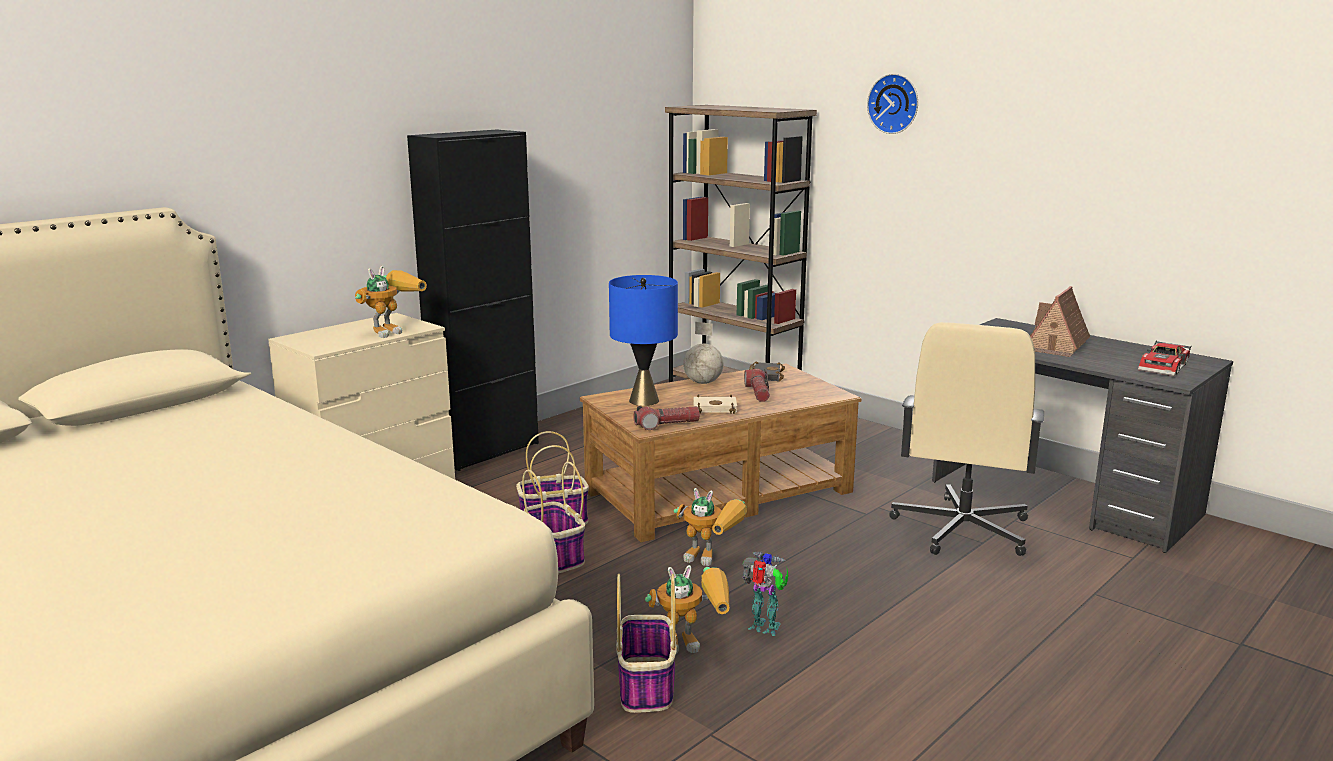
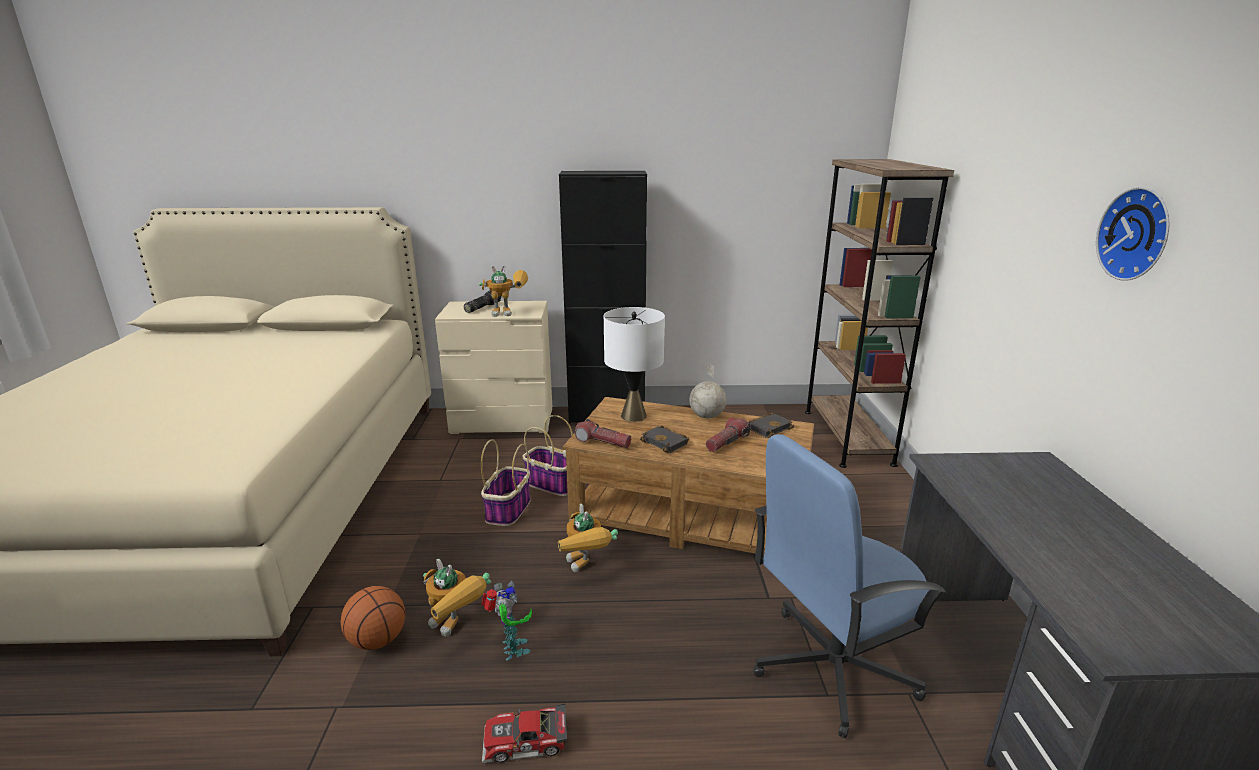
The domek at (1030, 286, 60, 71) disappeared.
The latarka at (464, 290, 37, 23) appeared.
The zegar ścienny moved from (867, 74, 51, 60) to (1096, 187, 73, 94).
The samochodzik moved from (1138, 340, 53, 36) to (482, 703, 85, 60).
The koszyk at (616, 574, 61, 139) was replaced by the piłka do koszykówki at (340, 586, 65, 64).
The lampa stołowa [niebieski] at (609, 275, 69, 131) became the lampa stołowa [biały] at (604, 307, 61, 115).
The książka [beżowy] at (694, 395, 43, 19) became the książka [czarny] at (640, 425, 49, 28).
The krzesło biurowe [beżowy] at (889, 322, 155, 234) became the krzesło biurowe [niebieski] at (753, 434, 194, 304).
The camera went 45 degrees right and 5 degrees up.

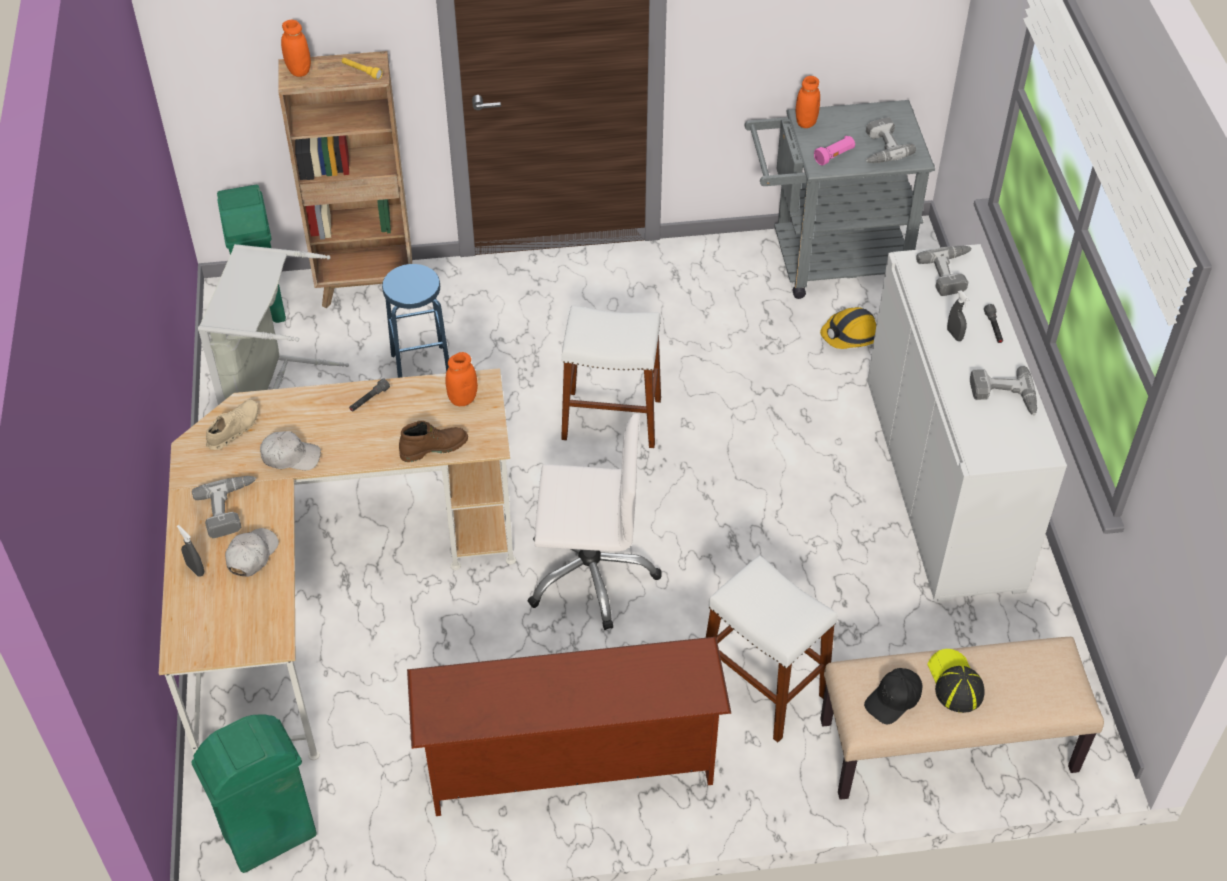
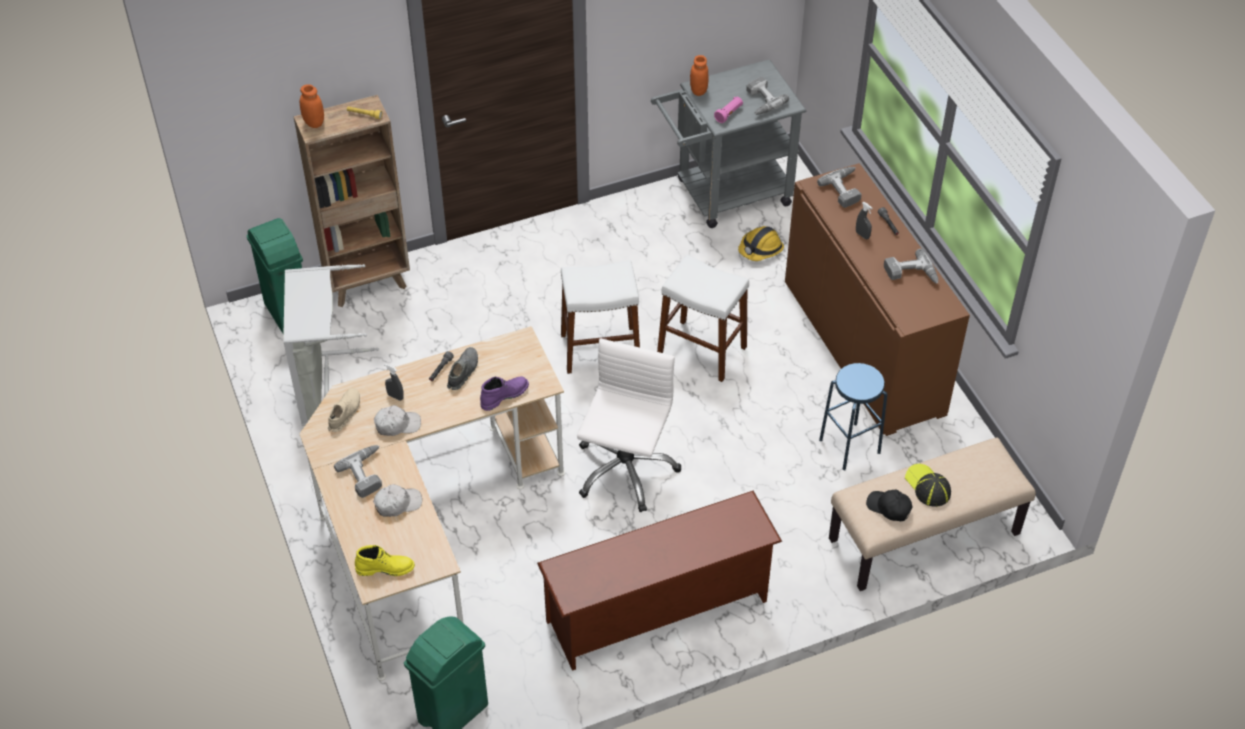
The słoik [pomarańczowy] at (445, 352, 33, 54) disappeared.
The but z cholewką [żółty] at (355, 545, 60, 31) appeared.
The but [szary] at (447, 347, 31, 43) appeared.
The spryskiwacz [szary] moved from (177, 525, 27, 52) to (384, 364, 20, 37).
The stołek [niebieski] moved from (382, 264, 67, 114) to (819, 363, 68, 107).
The stołek [biały] moved from (706, 555, 132, 188) to (657, 254, 92, 128).
The but z cholewką [brązowy] at (399, 421, 69, 41) became the but z cholewką [fioletowy] at (480, 377, 49, 34).
The szafka [biały] at (867, 244, 200, 358) became the szafka [brązowy] at (785, 163, 185, 273).
The czapka z daszkiem [biały] at (225, 528, 54, 49) turned 60 degrees clockwise.
The krzesło biurowe [biały] at (528, 413, 134, 217) turned 60 degrees counterclockwise.
The czapka z daszkiem [czarny] at (864, 668, 58, 56) turned 90 degrees clockwise.
The camera went 15 degrees left and 0 degrees up.

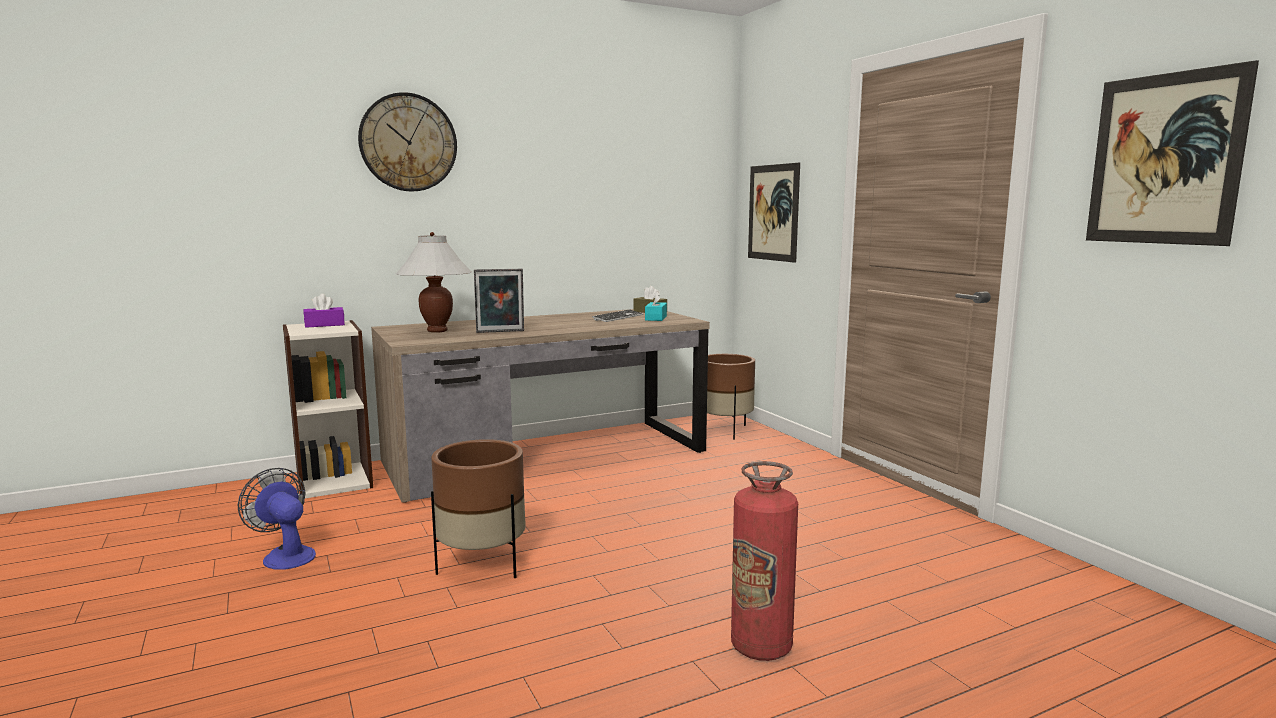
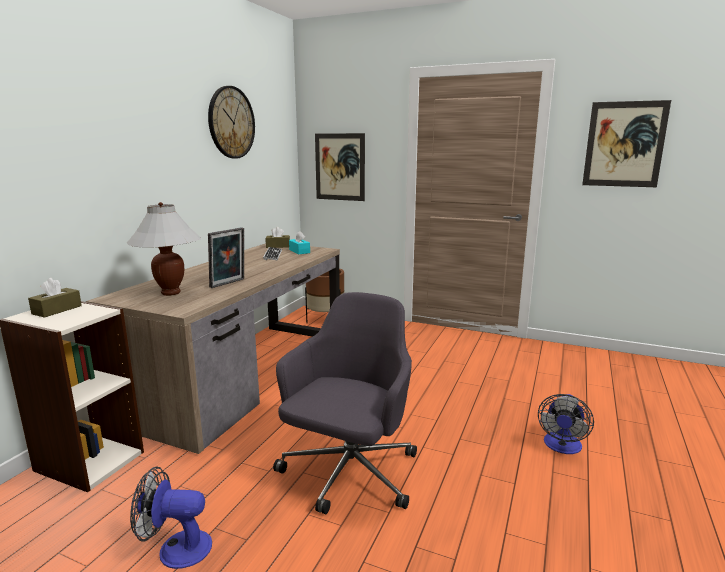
The zegar ścienny moved from (358, 92, 99, 100) to (208, 86, 47, 72).
The donica [brązowy] at (431, 439, 95, 139) was replaced by the krzesło biurowe [szary] at (273, 292, 144, 222).
The gaśnica at (731, 461, 67, 200) was replaced by the wentylator at (538, 394, 56, 60).
The pudełko chusteczek [fioletowy] at (304, 294, 41, 34) became the pudełko chusteczek [brązowy] at (28, 278, 54, 40).
The camera went 40 degrees left and 5 degrees up.

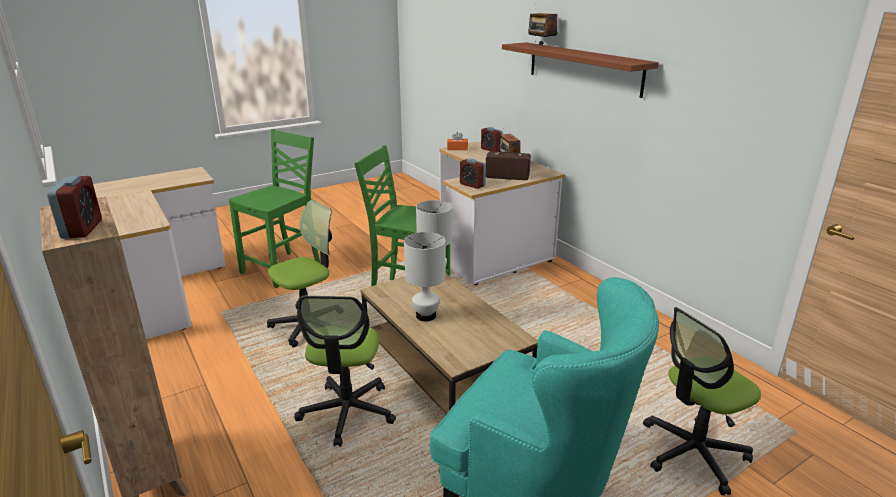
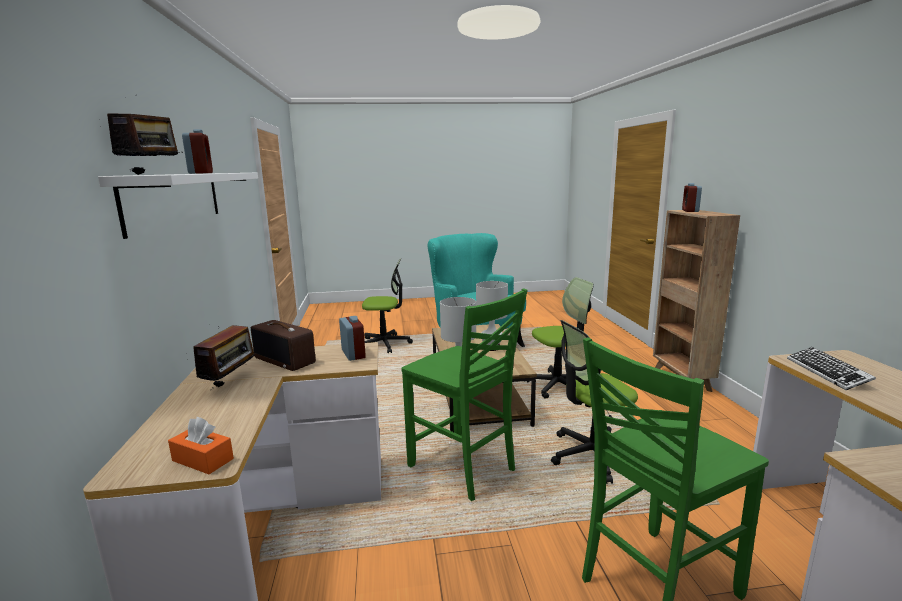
The klawiatura at (787, 347, 89, 43) appeared.
The budzik moved from (481, 127, 22, 25) to (182, 129, 31, 45).
The półka [brązowy] at (502, 42, 157, 56) became the półka [biały] at (98, 173, 160, 66).
The krzesło biurowe at (294, 296, 102, 151) turned 45 degrees clockwise.
The camera went 155 degrees left and 10 degrees down.

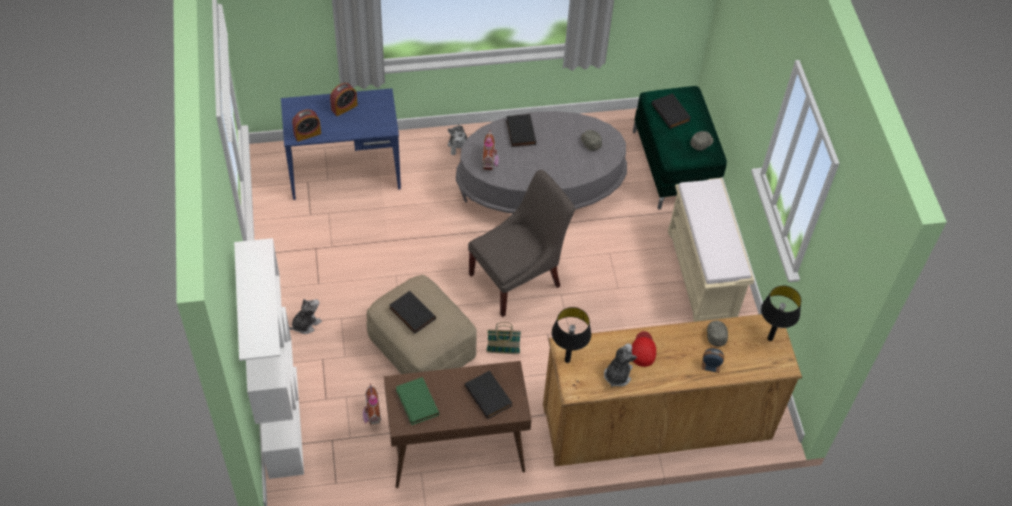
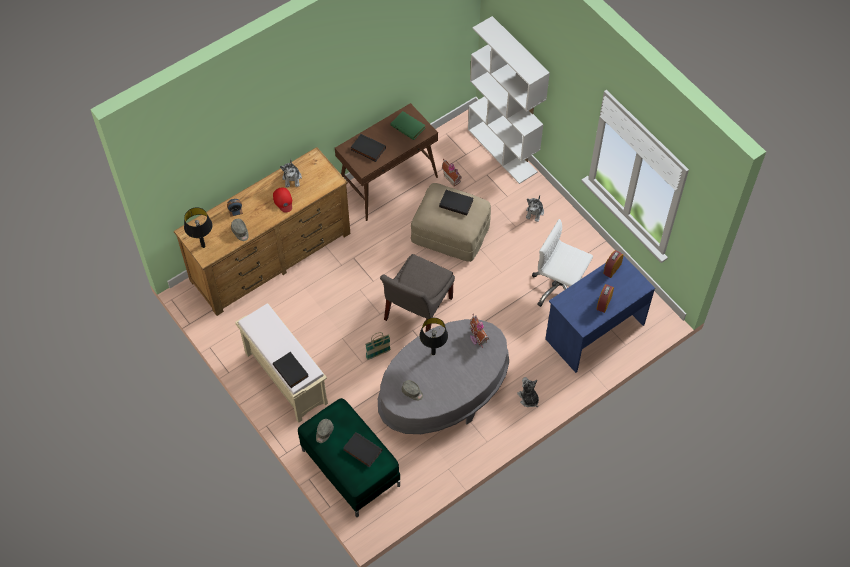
The krzesło biurowe [biały] at (532, 219, 61, 88) appeared.
The koszyk moved from (486, 322, 35, 32) to (365, 332, 26, 28).
The książka [czarny] moved from (506, 114, 30, 33) to (273, 352, 36, 36).
The lampa stołowa [czarny] moved from (552, 307, 39, 56) to (419, 318, 29, 37).
The camera went 155 degrees right and 5 degrees up.

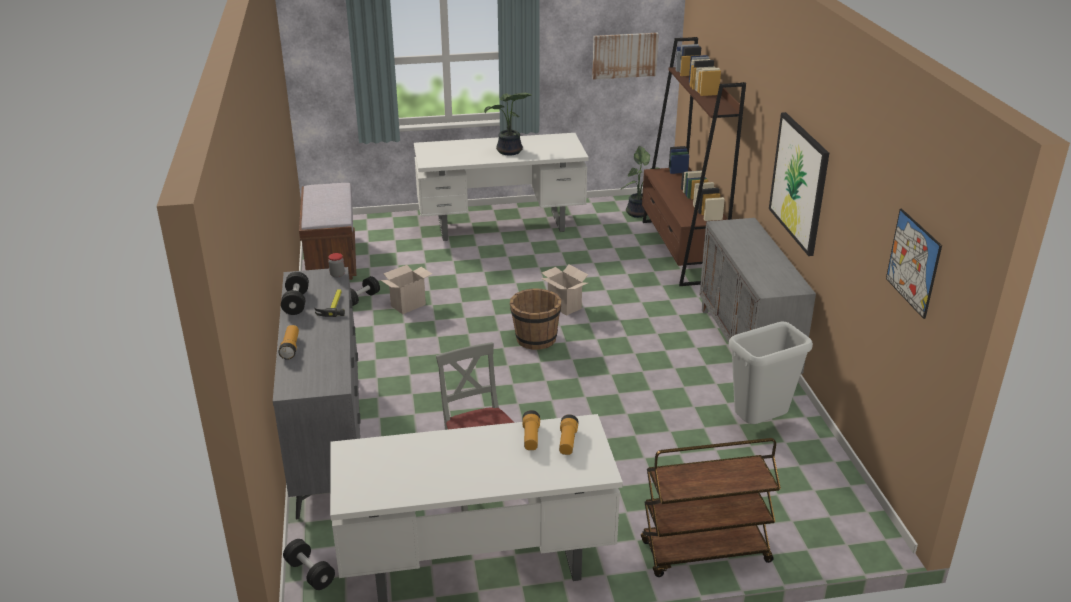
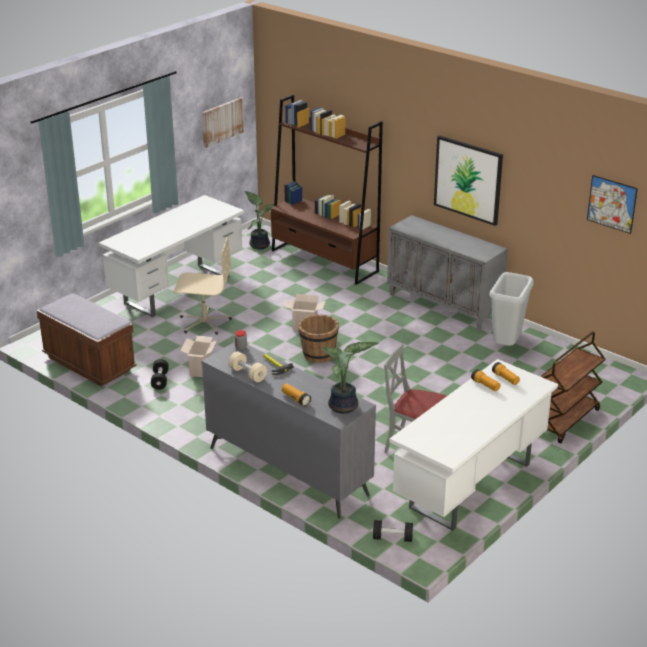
The krzesło biurowe [beżowy] at (174, 235, 58, 100) appeared.
The roślina doniczkowa moved from (484, 92, 48, 64) to (321, 342, 58, 72).
The hantel [czarny] at (281, 272, 28, 43) became the hantel [beżowy] at (228, 351, 39, 31).
The camera went 40 degrees left and 0 degrees up.

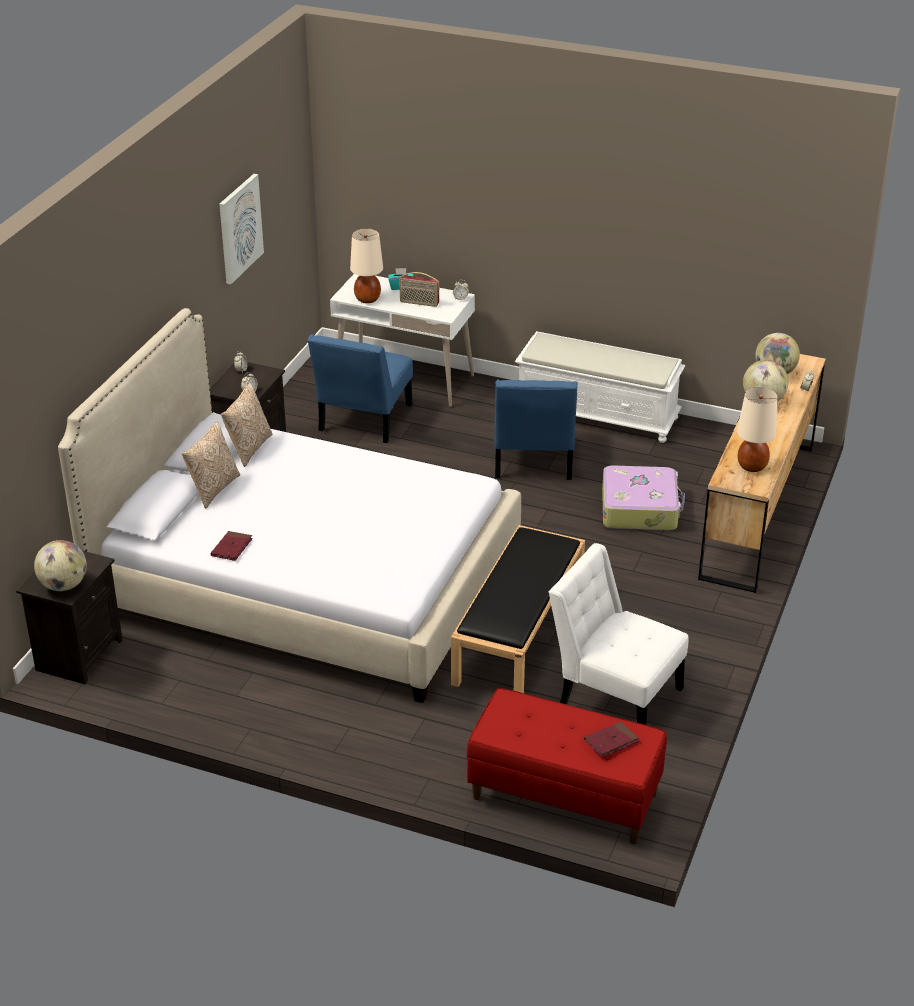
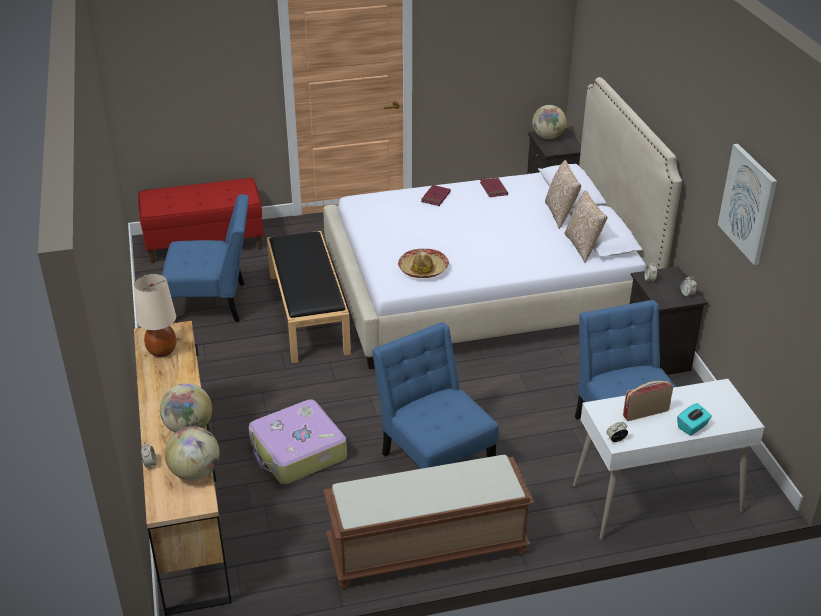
The lampa stołowa [beżowy] at (350, 229, 33, 74) disappeared.
The kapelusz at (398, 249, 51, 29) appeared.
The książka [czerwony] moved from (584, 722, 55, 35) to (421, 185, 30, 21).
The ławka [biały] at (515, 331, 170, 112) became the ławka [brązowy] at (324, 455, 210, 134).
The krzesło [biały] at (549, 543, 139, 182) became the krzesło [niebieski] at (162, 194, 87, 128).
The camera went 145 degrees right and 0 degrees up.

